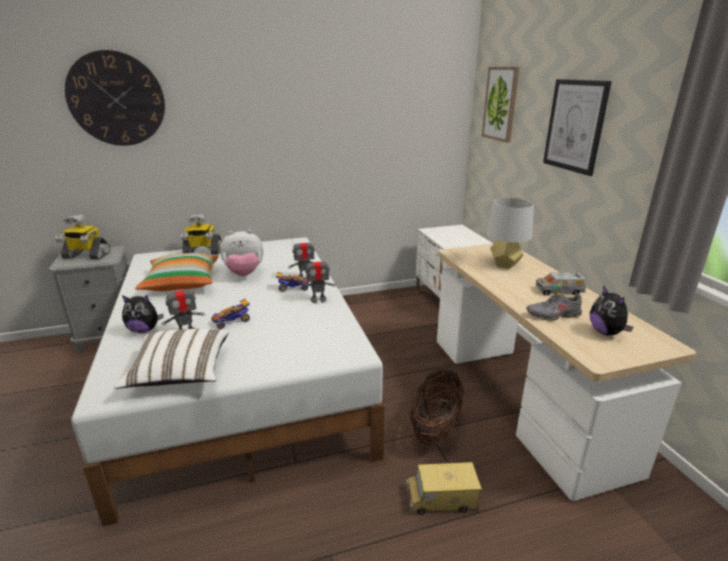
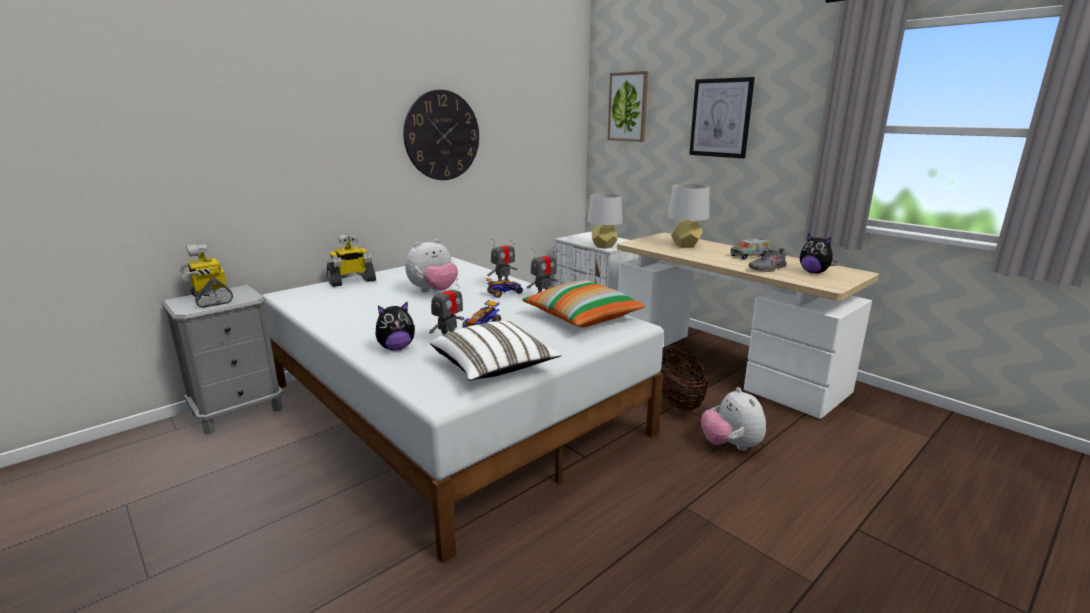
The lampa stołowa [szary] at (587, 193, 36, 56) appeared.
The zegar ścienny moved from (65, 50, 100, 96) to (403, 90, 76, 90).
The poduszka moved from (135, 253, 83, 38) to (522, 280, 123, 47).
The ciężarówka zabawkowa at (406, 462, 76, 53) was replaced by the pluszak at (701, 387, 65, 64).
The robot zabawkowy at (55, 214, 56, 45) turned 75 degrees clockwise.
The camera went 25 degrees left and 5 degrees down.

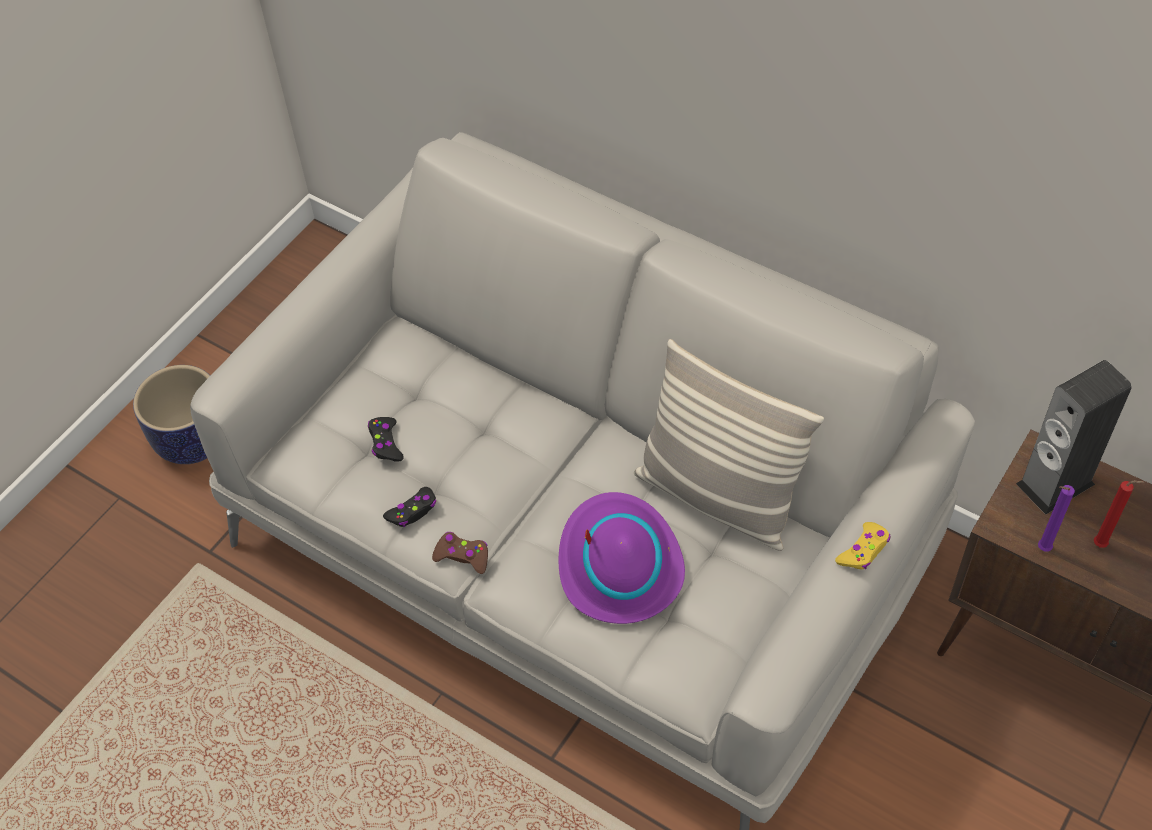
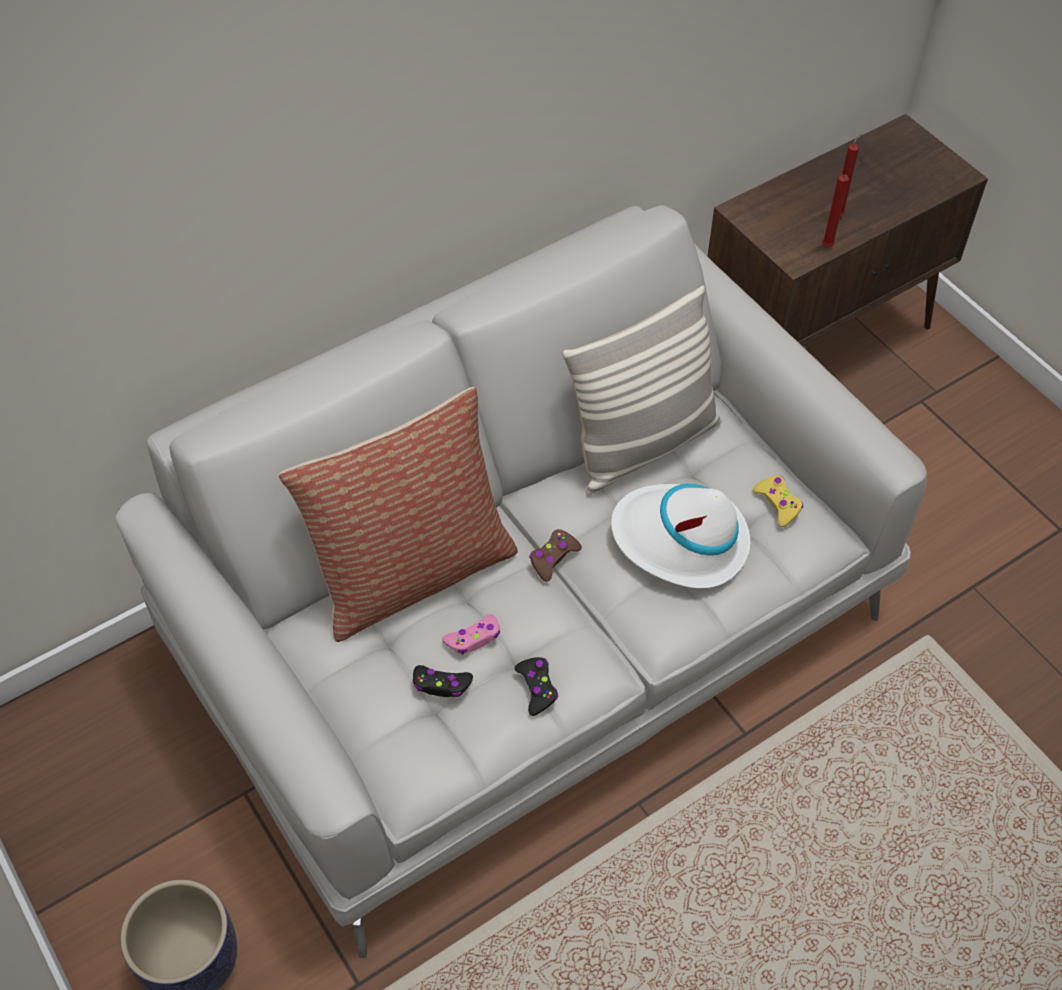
The głośnik at (1016, 360, 116, 155) disappeared.
The poduszka at (278, 387, 240, 255) appeared.
The pad do gier [różowy] at (442, 614, 58, 41) appeared.
The pad do gier [brązowy] moved from (432, 532, 56, 42) to (529, 529, 53, 53).
The pad do gier [żółty] moved from (835, 522, 56, 47) to (753, 476, 50, 51).
The kapelusz [fioletowy] at (559, 492, 126, 132) became the kapelusz [biały] at (611, 484, 139, 105).
The świeca [fioletowy] at (1038, 485, 37, 67) became the świeca [czerwony] at (822, 174, 27, 73).
The camera went 70 degrees left and 0 degrees up.

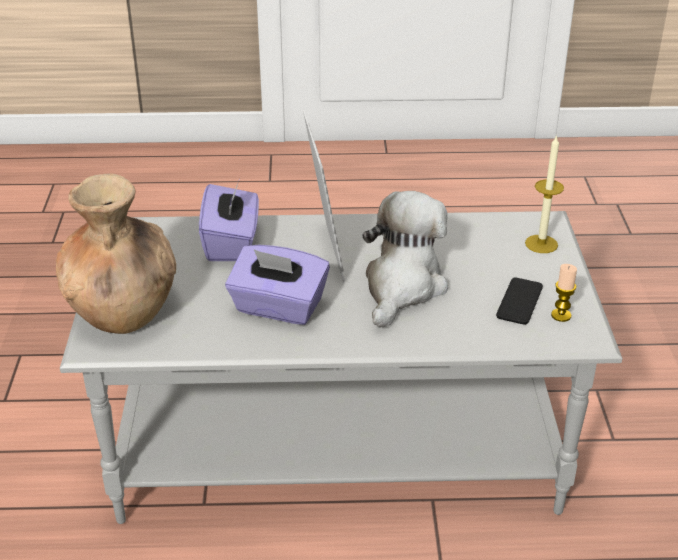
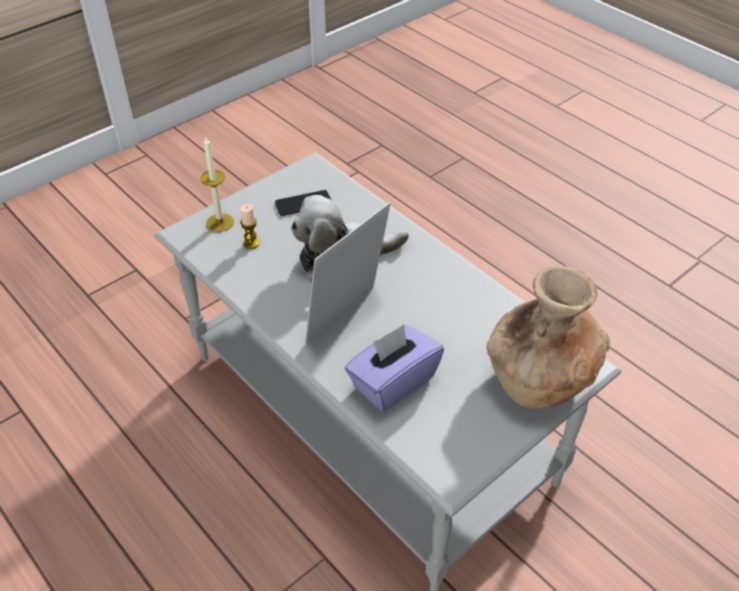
The pudełko chusteczek [fioletowy] at (225, 245, 105, 80) disappeared.
The świeca moved from (551, 264, 26, 58) to (240, 204, 19, 45).
The camera went 130 degrees left and 10 degrees up.

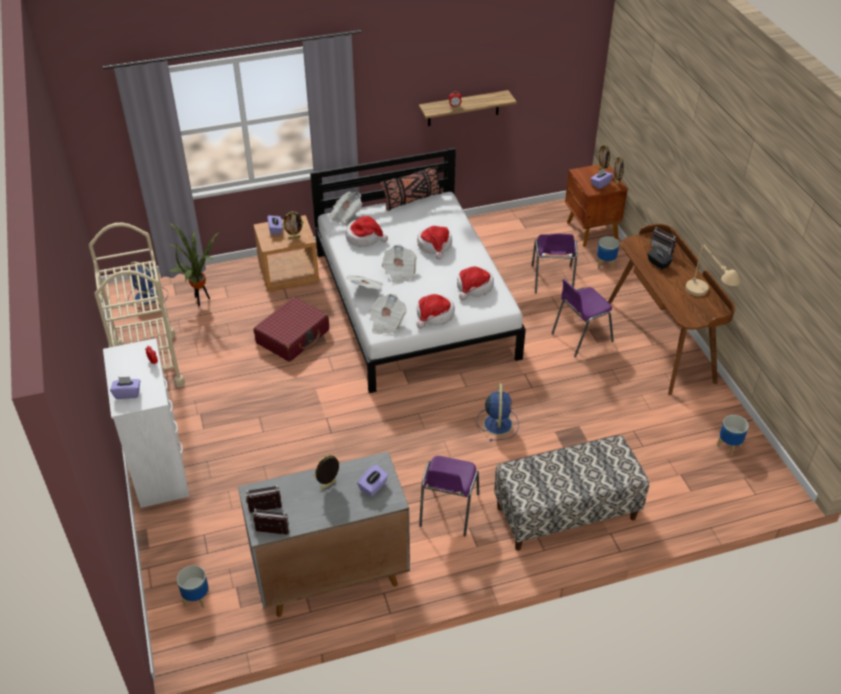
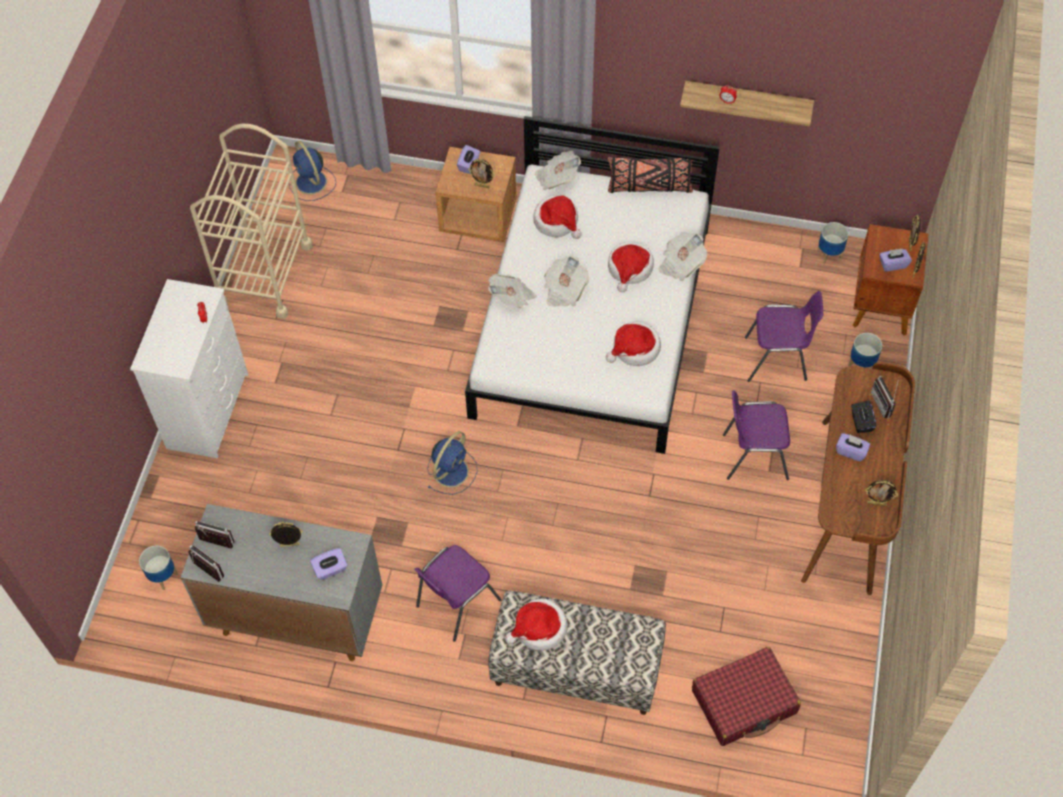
The roślina doniczkowa at (168, 222, 51, 84) disappeared.
The pudełko chusteczek [fioletowy] moved from (110, 377, 30, 22) to (836, 433, 34, 29).
The walizka [czerwony] moved from (254, 297, 75, 65) to (692, 647, 109, 99).
The gazeta moved from (369, 294, 38, 40) to (659, 232, 48, 49).
The kapelusz moved from (416, 294, 39, 35) to (505, 599, 63, 52).
The wentylator [niebieski] moved from (477, 383, 42, 58) to (427, 431, 51, 64).
The donica moved from (717, 415, 32, 40) to (817, 222, 32, 42).
The lampa stołowa [beżowy] at (685, 244, 56, 52) was replaced by the ramka na zdjęcie at (865, 480, 33, 26).
The krzesło [fioletowy] at (532, 234, 46, 59) turned 120 degrees counterclockwise.
The camera went 30 degrees right and 15 degrees up.

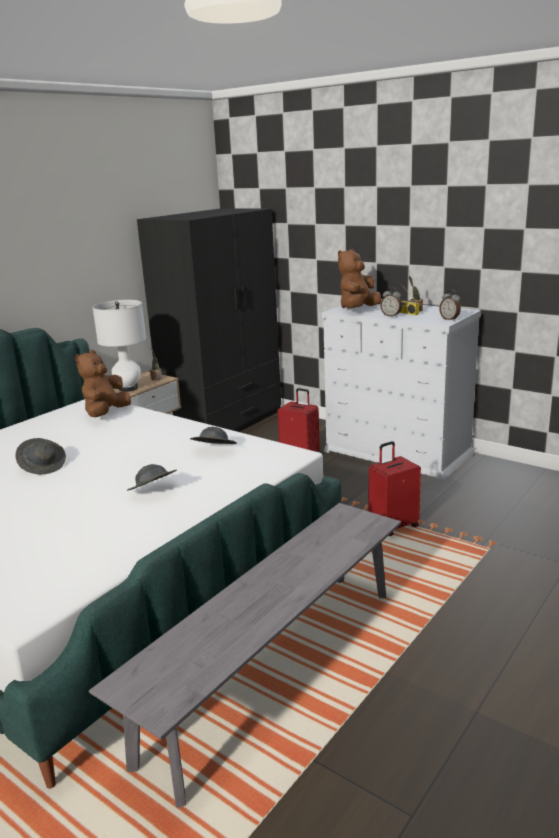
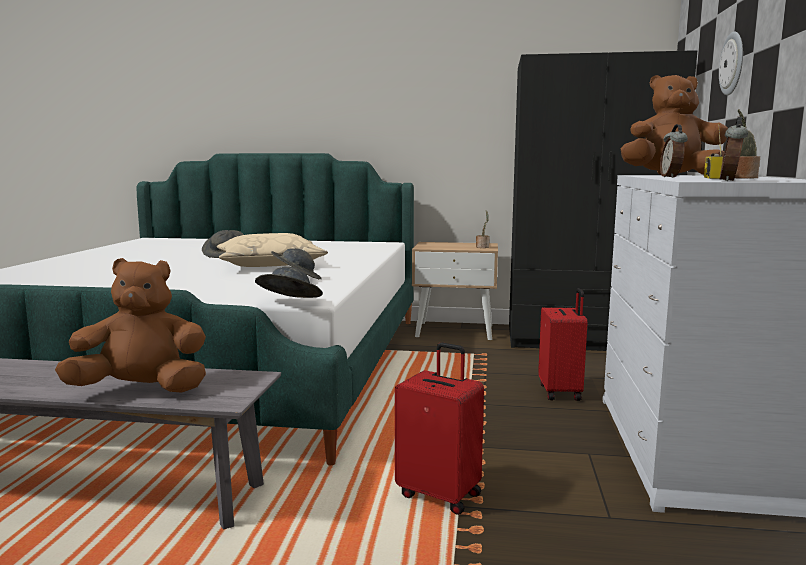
The lampa stołowa [biały] at (92, 300, 54, 92) disappeared.
The poduszka [beżowy] at (217, 233, 111, 34) appeared.
The zegar ścienny at (719, 31, 24, 64) appeared.
The pluszak [brązowy] moved from (75, 350, 56, 67) to (55, 258, 151, 134).
The kapelusz [szary] moved from (127, 464, 50, 27) to (255, 266, 68, 32).
The camera went 60 degrees right and 10 degrees down.

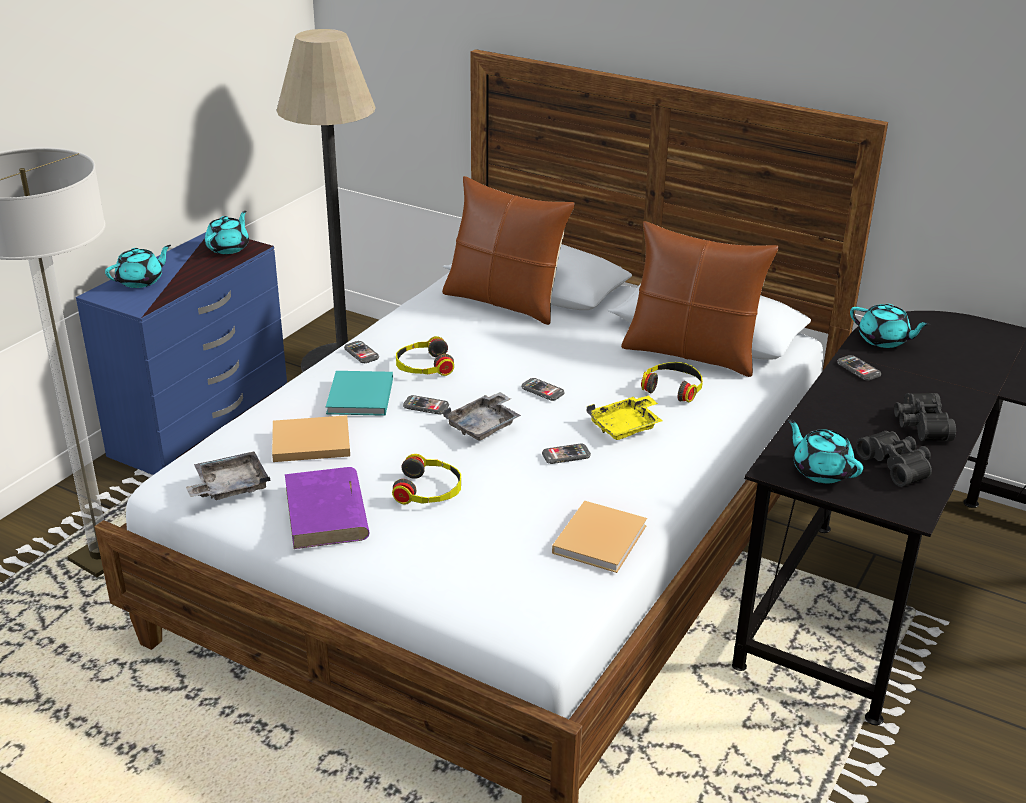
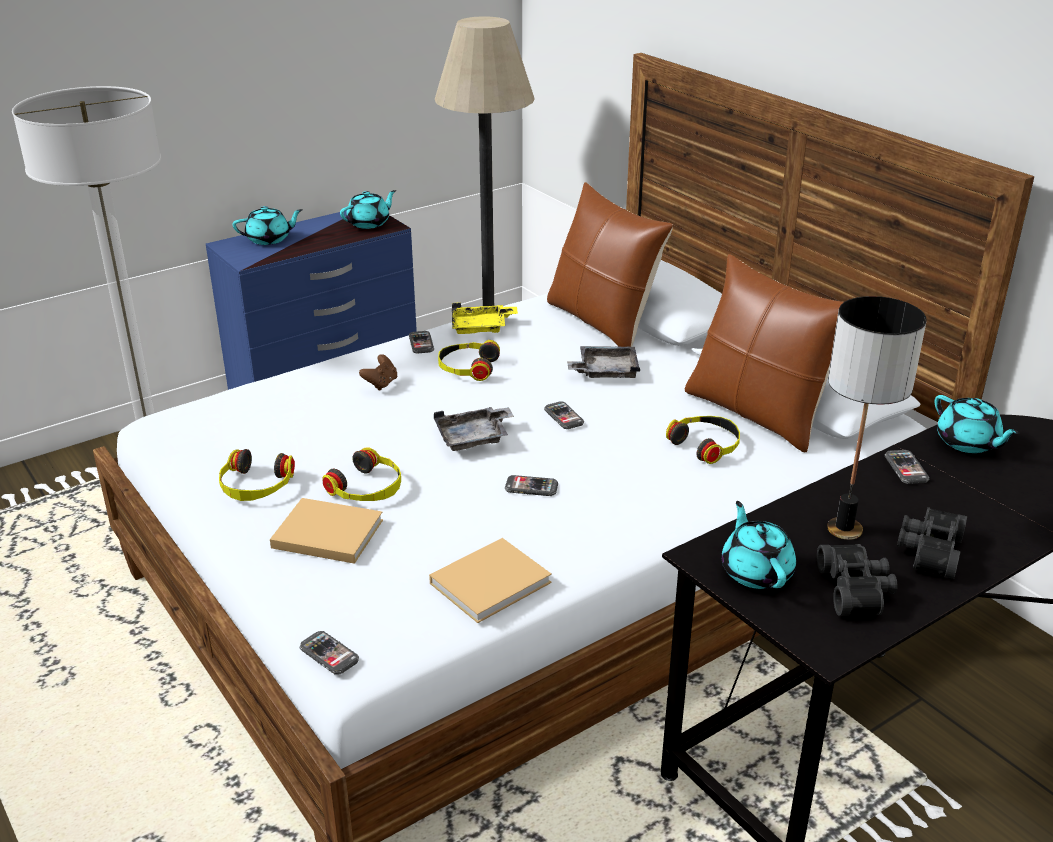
The lampa stołowa at (827, 296, 100, 244) appeared.
The taca [szary] moved from (186, 452, 85, 48) to (567, 346, 73, 32).
The książka [beżowy] moved from (272, 415, 78, 47) to (270, 498, 113, 66).
The telefon moved from (403, 395, 46, 20) to (300, 631, 59, 44).
The taca [żółty] moved from (586, 395, 77, 45) to (452, 302, 66, 32).
The książka [fioletowy] at (285, 467, 85, 82) was replaced by the słuchawki at (219, 449, 76, 52).
The książka [turkusowy] at (326, 371, 67, 45) was replaced by the pad do gier [brązowy] at (359, 354, 38, 37).
The camera went 25 degrees right and 0 degrees up.

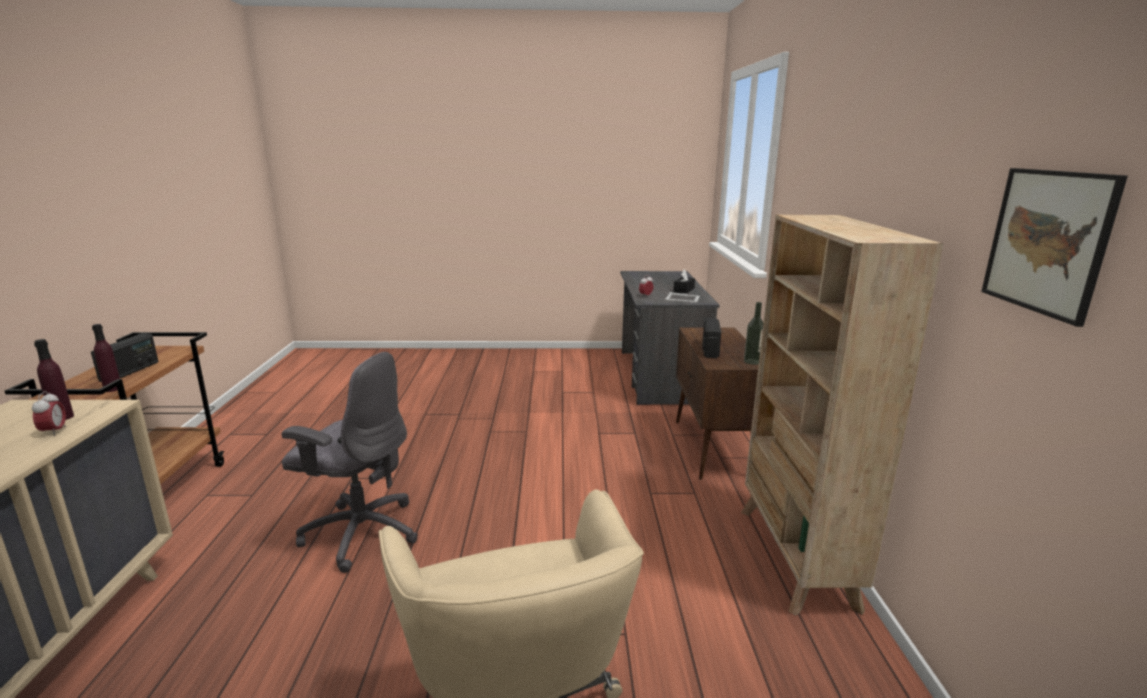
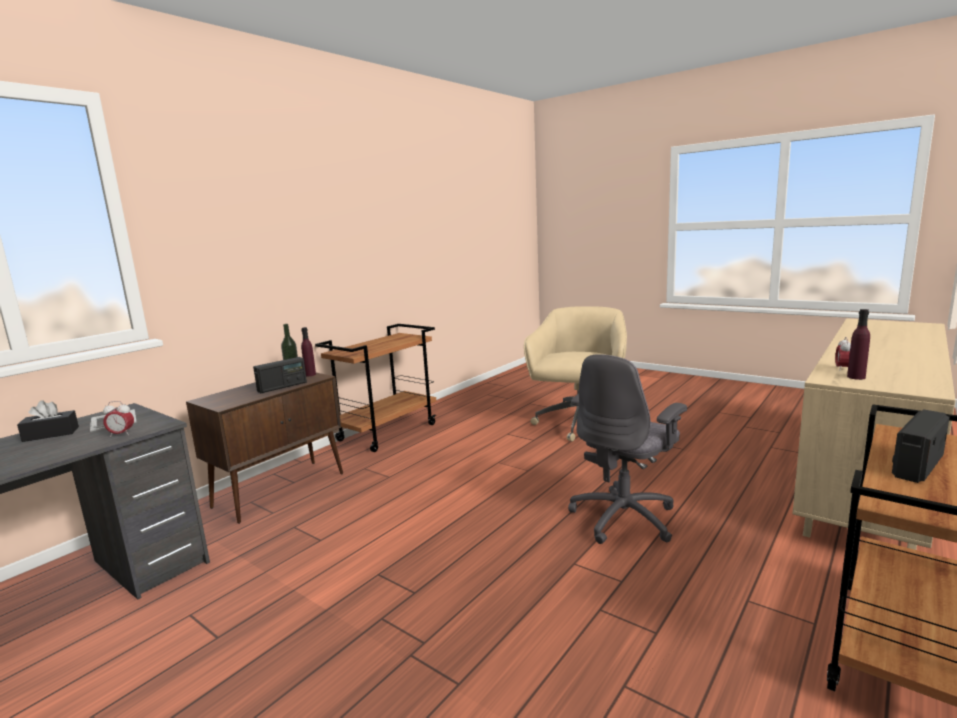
The obraz at (981, 168, 147, 159) disappeared.
The butelka [fioletowy] moved from (92, 324, 28, 68) to (301, 327, 15, 49).
The regał [beżowy] at (741, 215, 202, 401) was replaced by the wózek [brązowy] at (315, 324, 121, 128).
The krzesło biurowe [szary] at (282, 352, 136, 221) turned 105 degrees counterclockwise.
The camera went 140 degrees left and 5 degrees down.

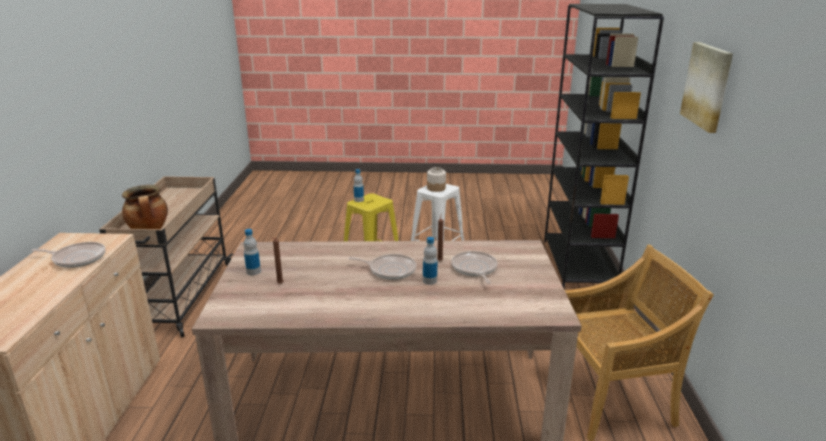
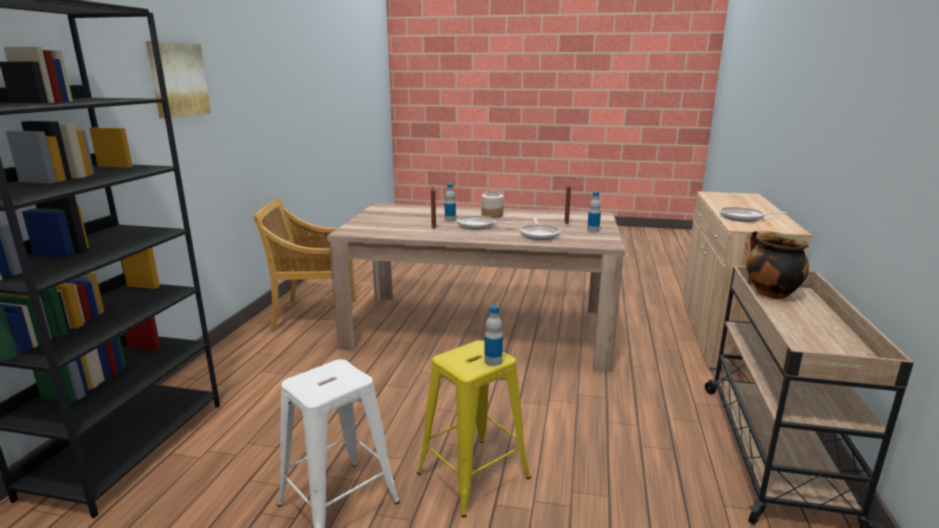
The słoik moved from (427, 167, 19, 25) to (481, 191, 23, 27).
The patelnia moved from (451, 251, 46, 33) to (520, 218, 41, 22).
The camera went 170 degrees left and 5 degrees down.

